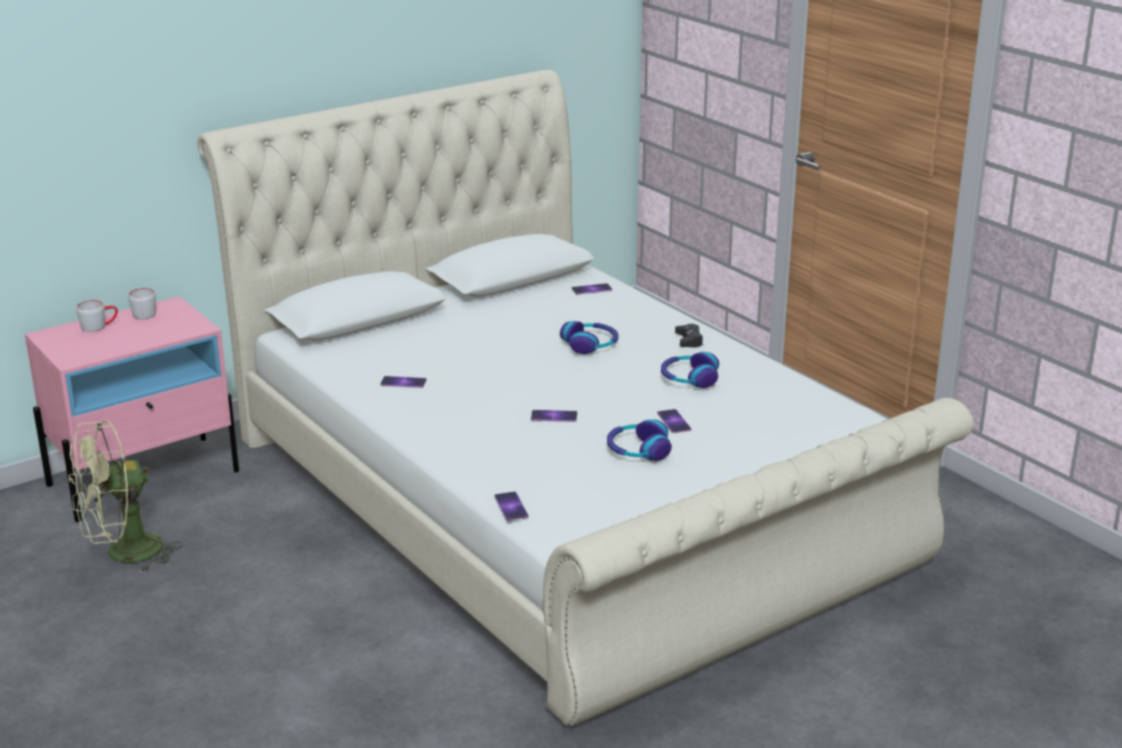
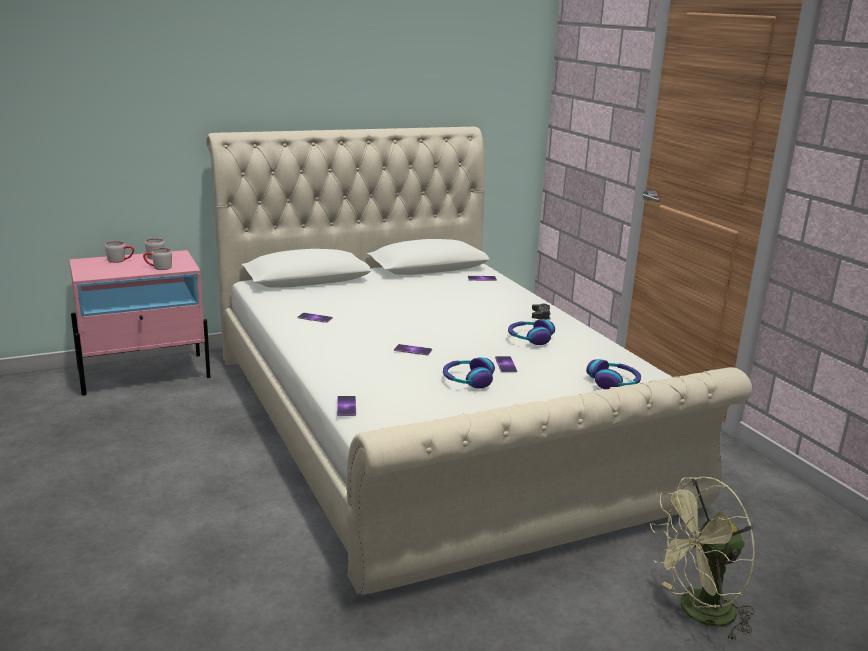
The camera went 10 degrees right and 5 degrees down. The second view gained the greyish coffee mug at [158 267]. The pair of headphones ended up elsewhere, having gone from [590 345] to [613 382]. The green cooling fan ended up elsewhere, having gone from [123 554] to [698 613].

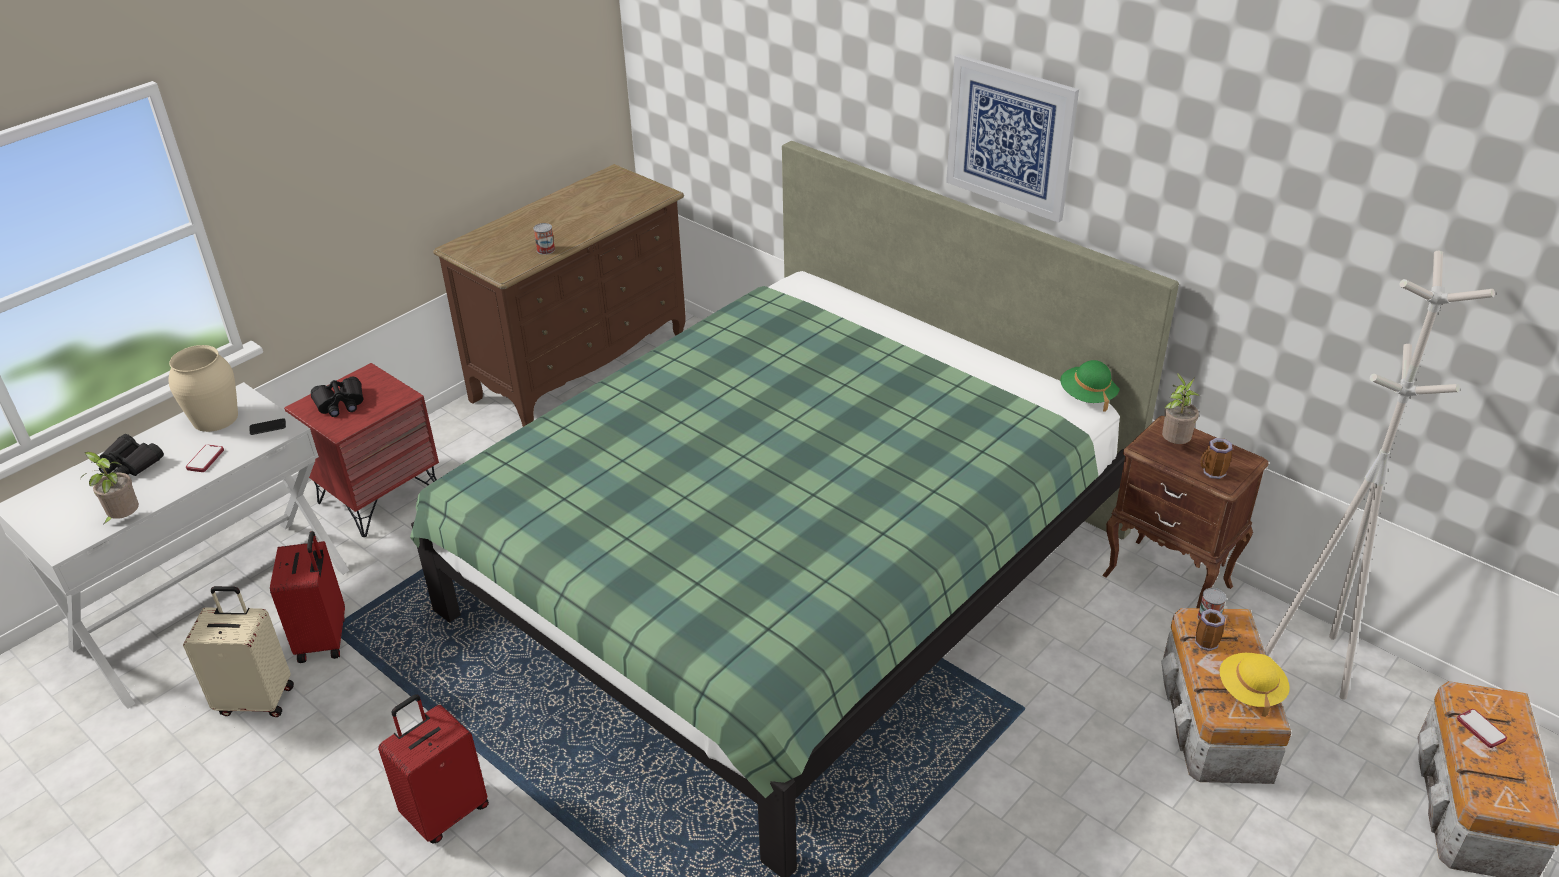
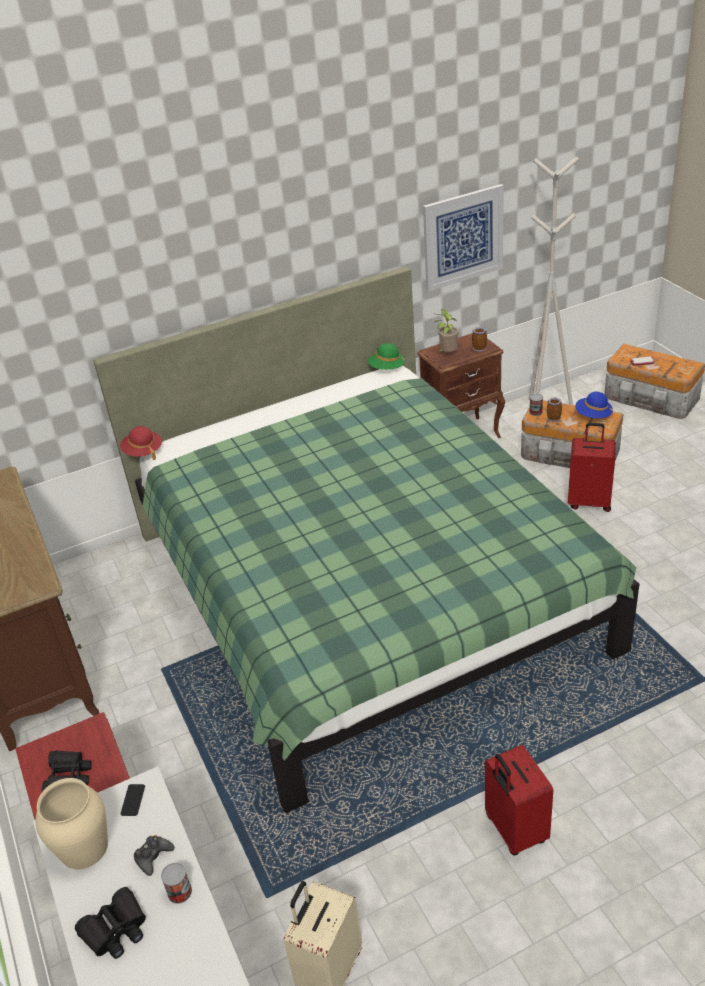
The camera went 65 degrees left and 0 degrees up. The second view gained the red-coloured wearable hat at [143 452]. Where the telephone stood at [205 459], the black joypad came to stand at [153 857]. The metal can ended up elsewhere, having gone from [545 250] to [179 892]. The picture ended up elsewhere, having gone from [1010 137] to [463 237]. The red-coloured travel case ended up elsewhere, having gone from [324 639] to [589 501]. What was the yellowish wearable hat at [1250 690] turned into the bluish wearable hat at [593 415]. The second view lost the plant in a pot at [124 519].

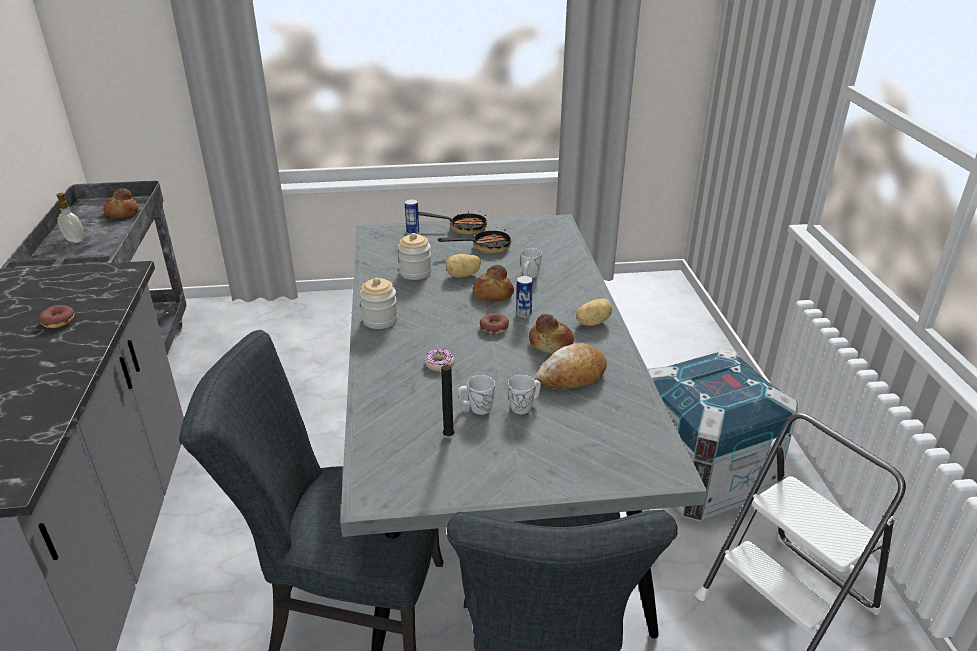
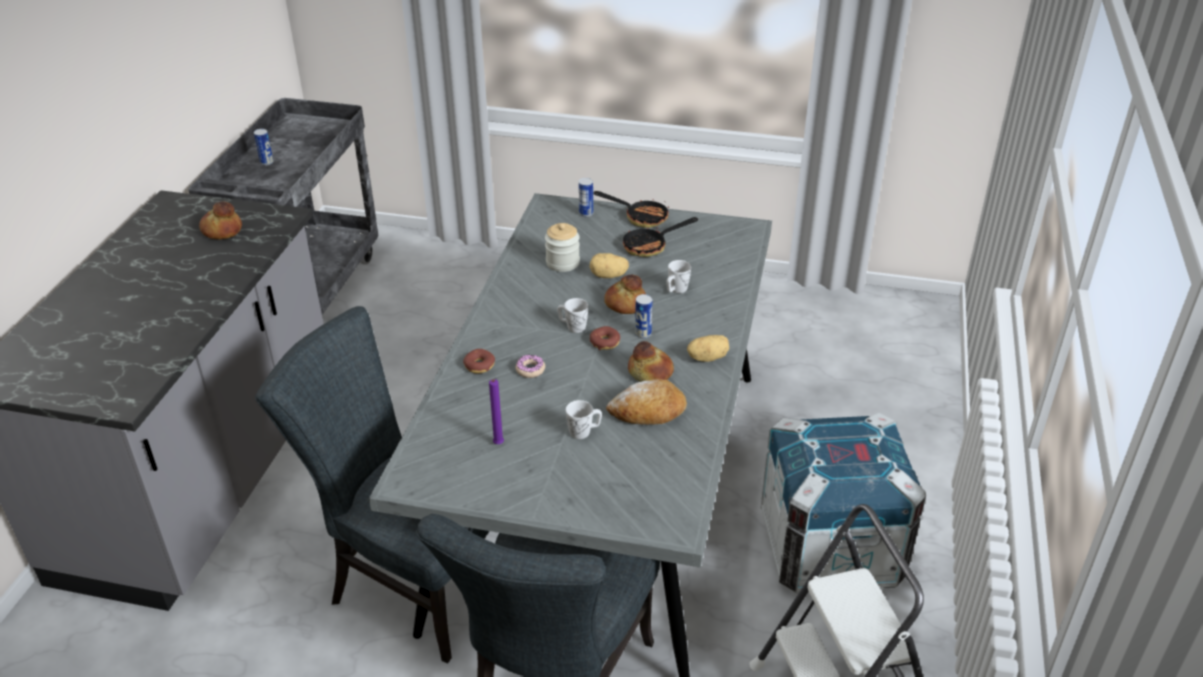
The camera went 20 degrees right and 5 degrees up. The baked bread ended up elsewhere, having gone from [122 213] to [221 230]. Where the liquid soap bottle stood at [75 240], the metal can came to stand at [267 162]. The donut ended up elsewhere, having gone from [58 321] to [479 365]. What was the black candle at [449 437] turned into the purple-coloured candle at [498 445]. The white coffee mug ended up elsewhere, having gone from [476 408] to [572 327]. The pan at [485 247] ended up facing another way, 150 degrees clockwise from before. The second view lost the preserve jar at [380 320].

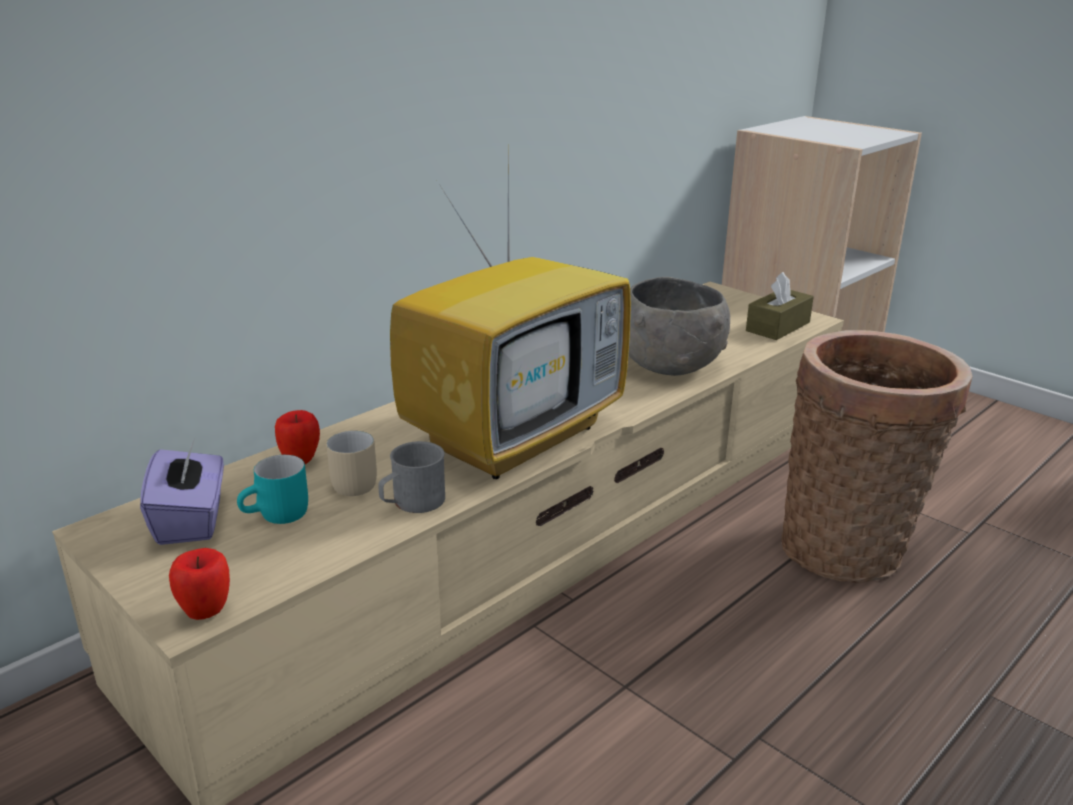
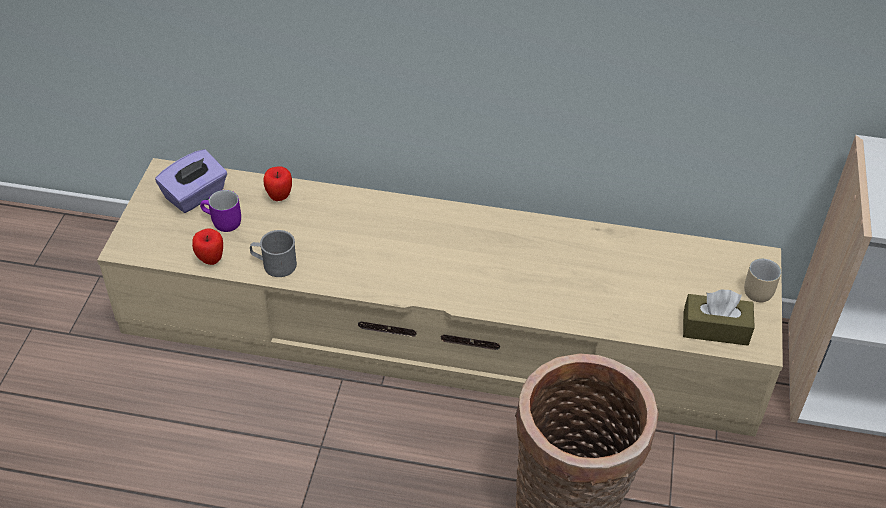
The camera went 55 degrees right and 20 degrees up. The whole apple ended up elsewhere, having gone from [206 613] to [211 260]. What was the blue-green coffee mug at [278 517] turned into the purple-coloured coffee mug at [222 223]. The beige coffee mug ended up elsewhere, having gone from [348 483] to [757 288]. The second view lost the TV set at [515 435]. The second view lost the greyish bowl at [671 366].

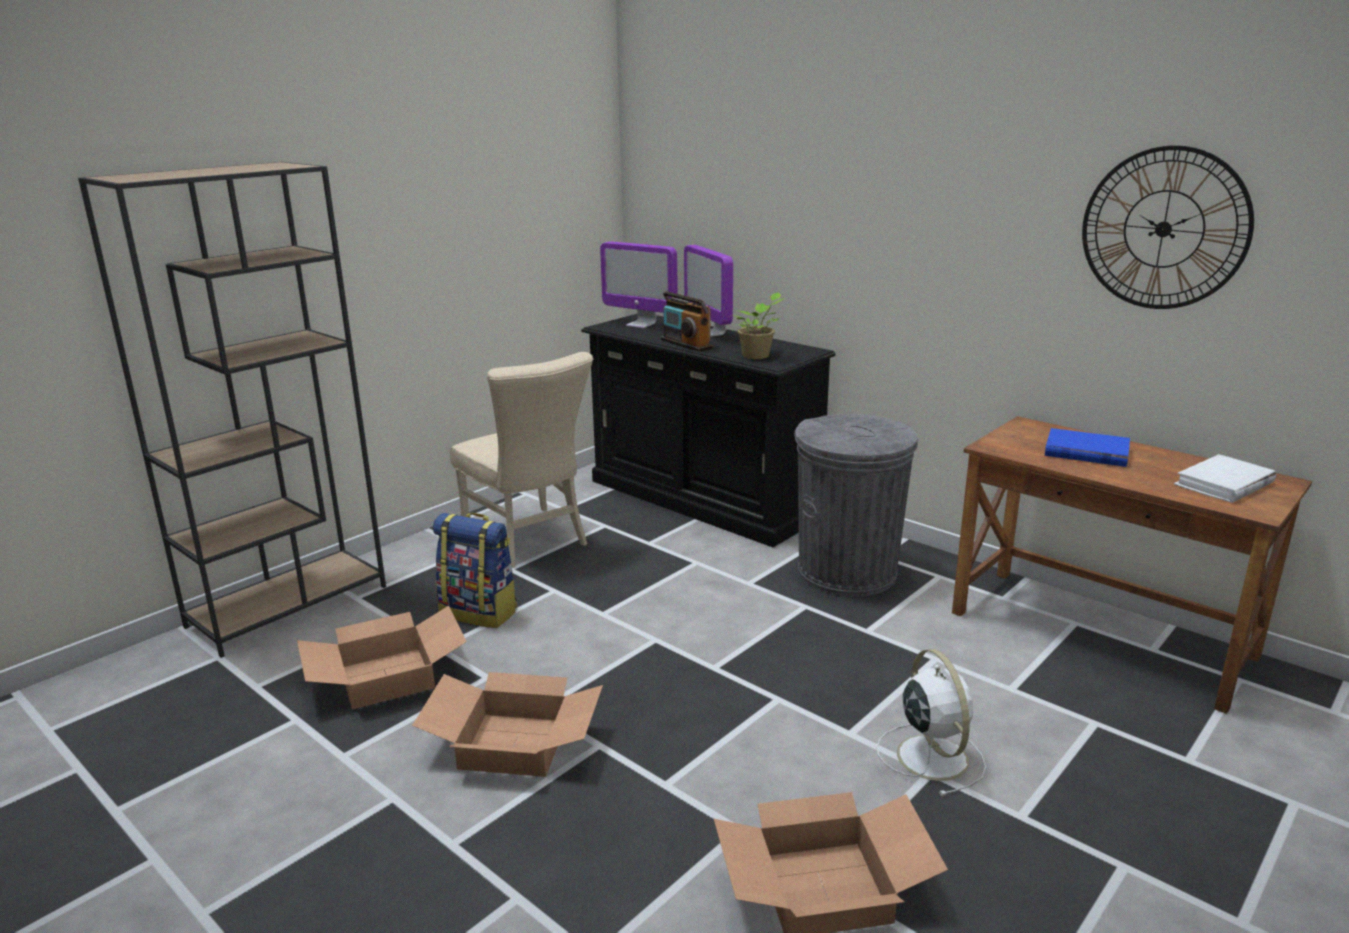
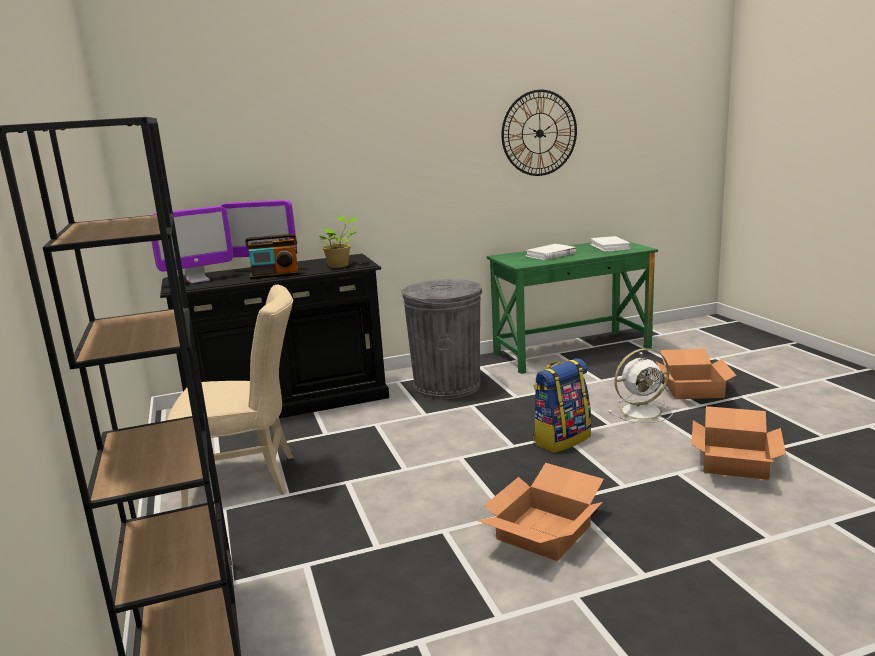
The camera went 60 degrees left and 5 degrees down. What was the brownish desk table at [1100 634] turned into the green desk table at [571 351]. What was the bluish book at [1085 452] turned into the white book at [550 255]. The rucksack ended up elsewhere, having gone from [480 612] to [561 439]. The white cooling fan at [930 755] ended up facing another way, 150 degrees clockwise from before. The packing box ended up elsewhere, having gone from [388 677] to [692 388].

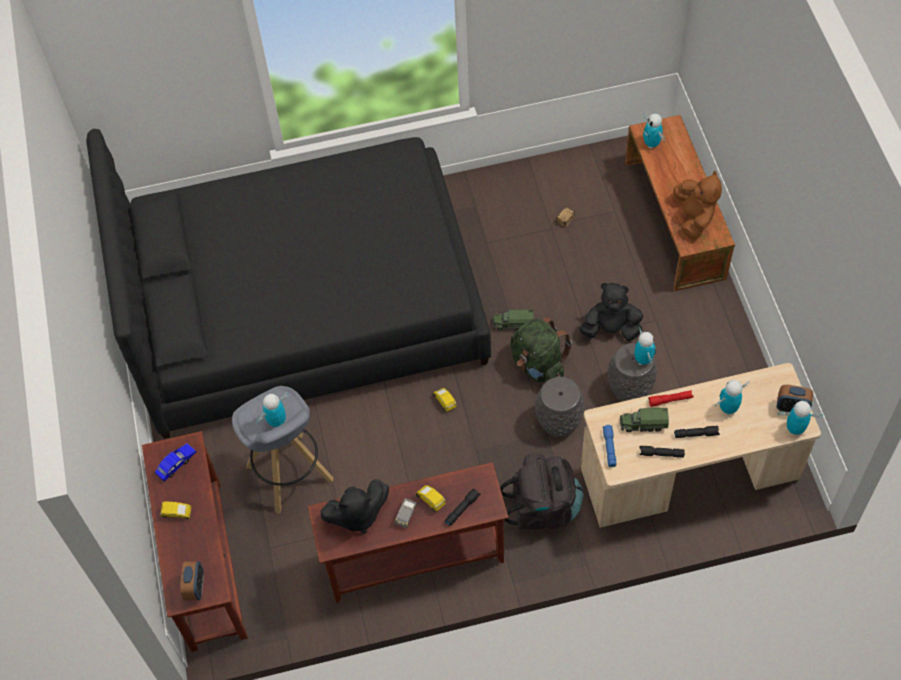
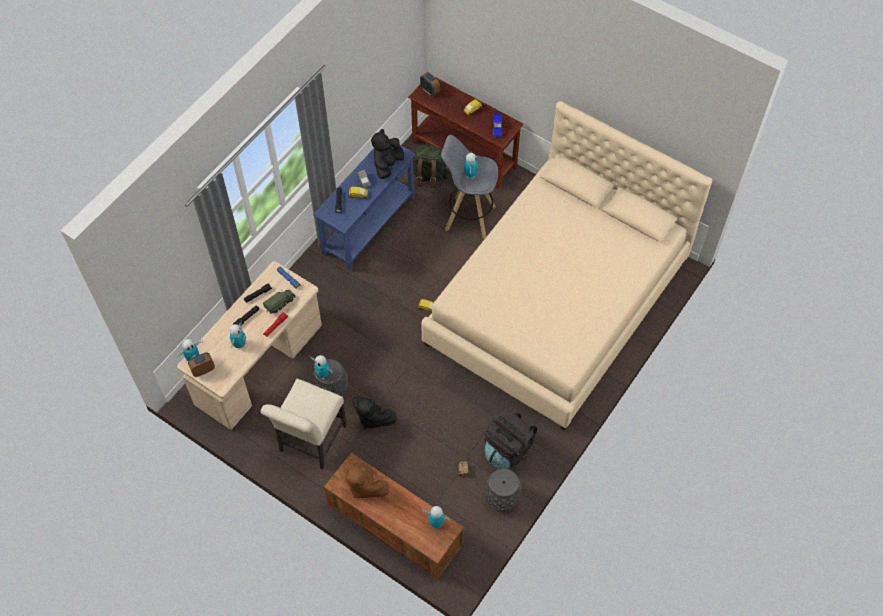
The camera went 135 degrees right and 0 degrees up. The second view gained the beige chair at [310 442]. What was the brownish narrow table at [413 558] turned into the bluish narrow table at [369 225]. The black soft toy at [611 329] ended up facing another way, 75 degrees clockwise from before. The green rucksack ended up elsewhere, having gone from [538 365] to [429 176]. What was the black bed at [304 306] turned into the beige bed at [557 302]. The black rucksack ended up elsewhere, having gone from [543 508] to [507 449]. The greyish stool seat ended up elsewhere, having gone from [559 421] to [501 499]. The second view lost the model truck at [513 324].

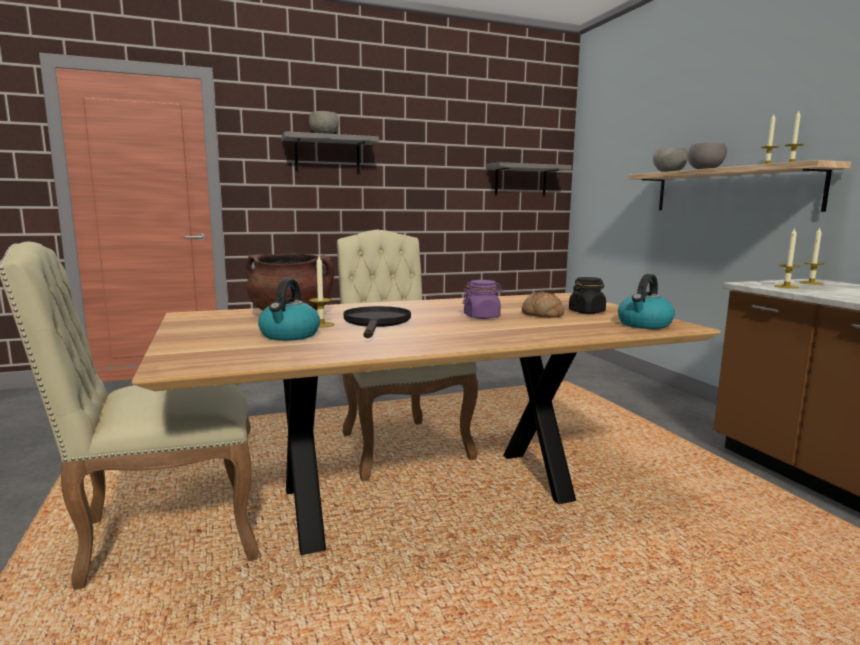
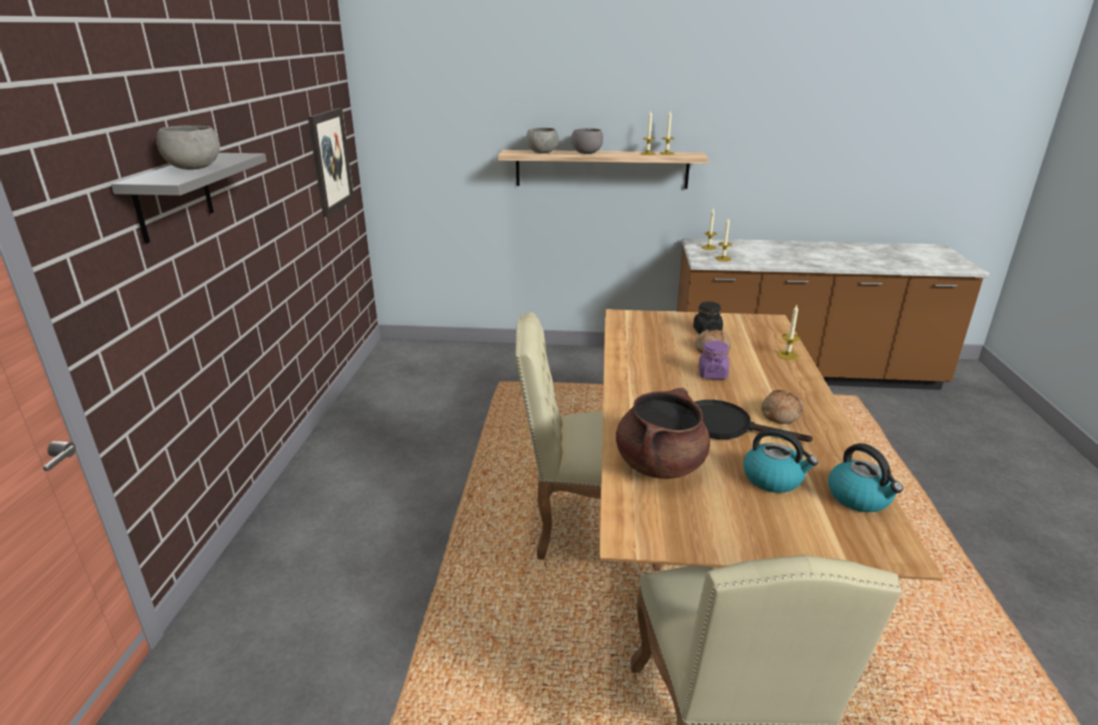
The camera went 65 degrees left and 15 degrees up. Where the greyish shelf hung at [520 180], the picture came to hang at [330 161]. The second view gained the baked bread at [780 414]. The candle ended up elsewhere, having gone from [321 325] to [787 355]. The water kettle ended up elsewhere, having gone from [644 325] to [860 497].

